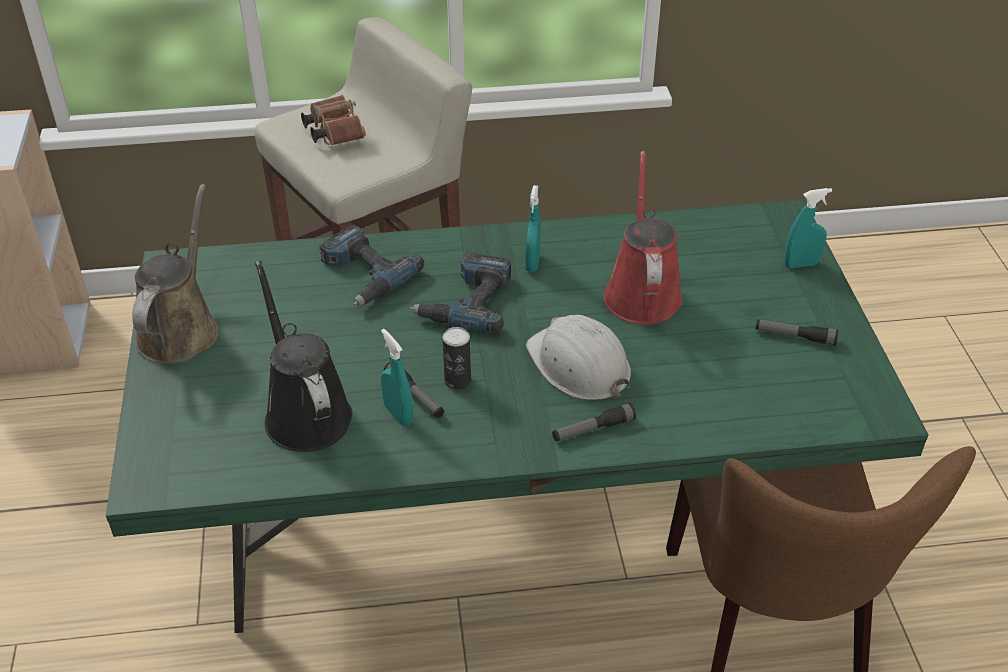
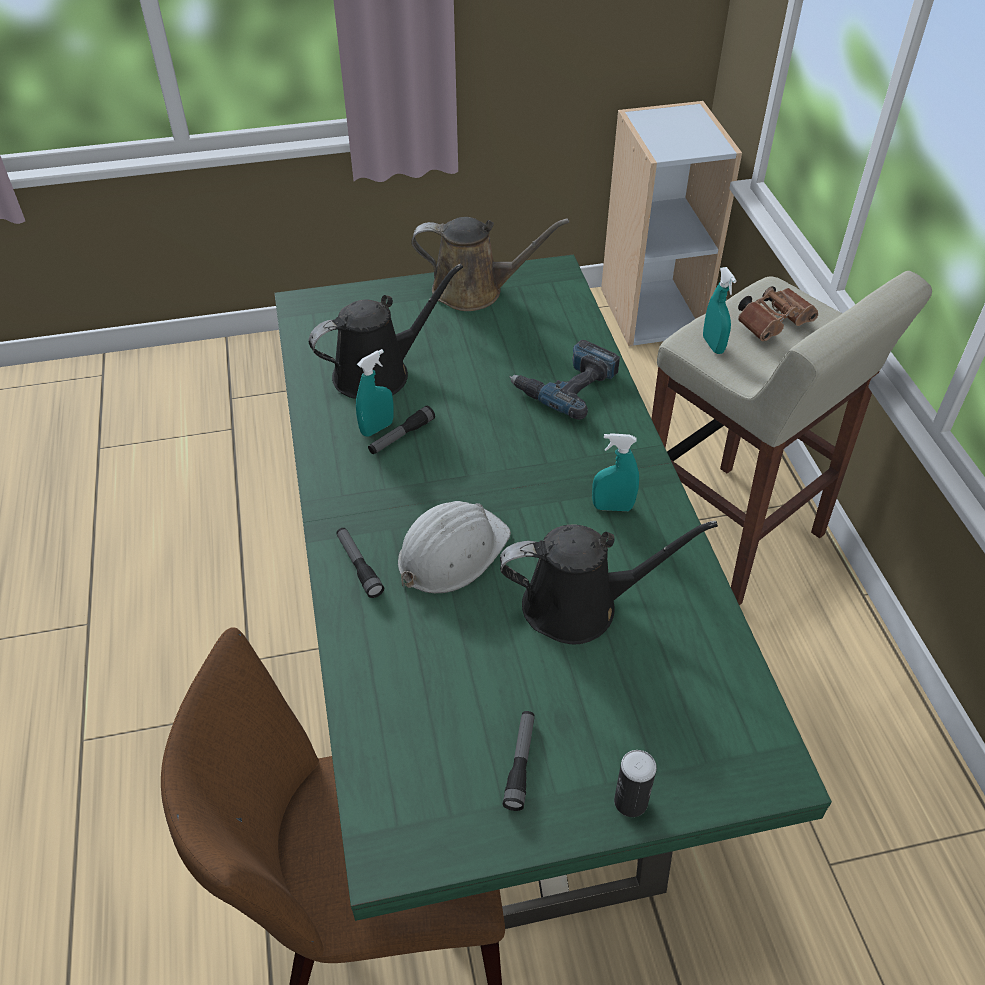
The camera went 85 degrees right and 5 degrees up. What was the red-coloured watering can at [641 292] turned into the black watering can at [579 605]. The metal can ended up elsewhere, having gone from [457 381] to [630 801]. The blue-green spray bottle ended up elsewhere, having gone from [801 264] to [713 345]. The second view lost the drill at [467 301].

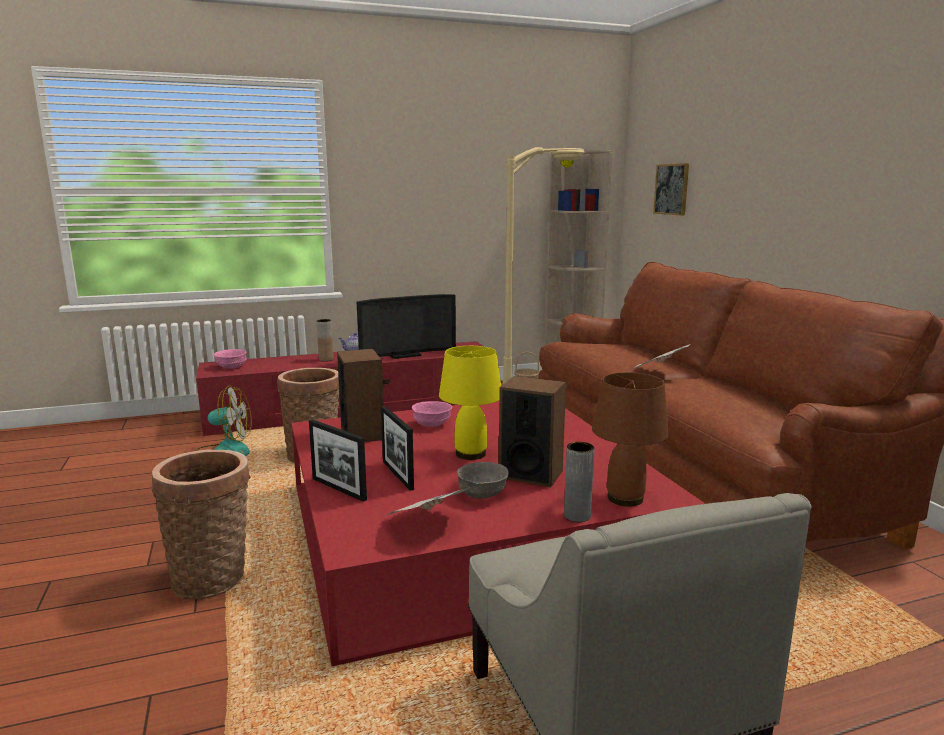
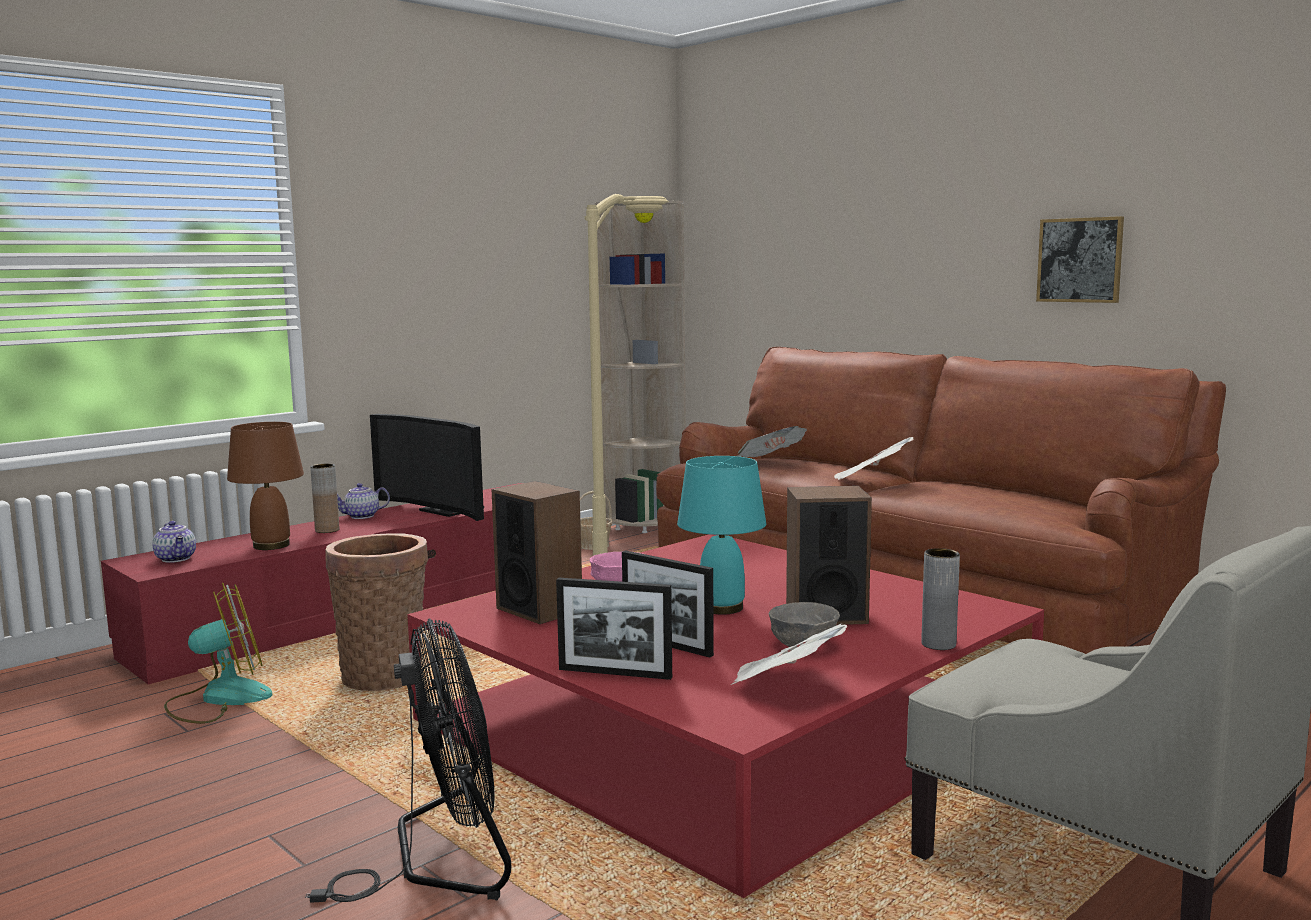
The camera went 25 degrees left and 5 degrees down. Where the pink bowl stood at [232 367], the teapot came to stand at [177 559]. The brownish table lamp ended up elsewhere, having gone from [625 499] to [271 546]. Where the storage basket stood at [213 577], the black cooling fan came to stand at [436 852]. The TV set at [404 355] ended up facing another way, 90 degrees clockwise from before. What was the yellowish table lamp at [470 454] turned into the blue-green table lamp at [720 608]. The second view gained the daily paper at [770 462]. The picture ended up elsewhere, having gone from [672 189] to [1080 260].

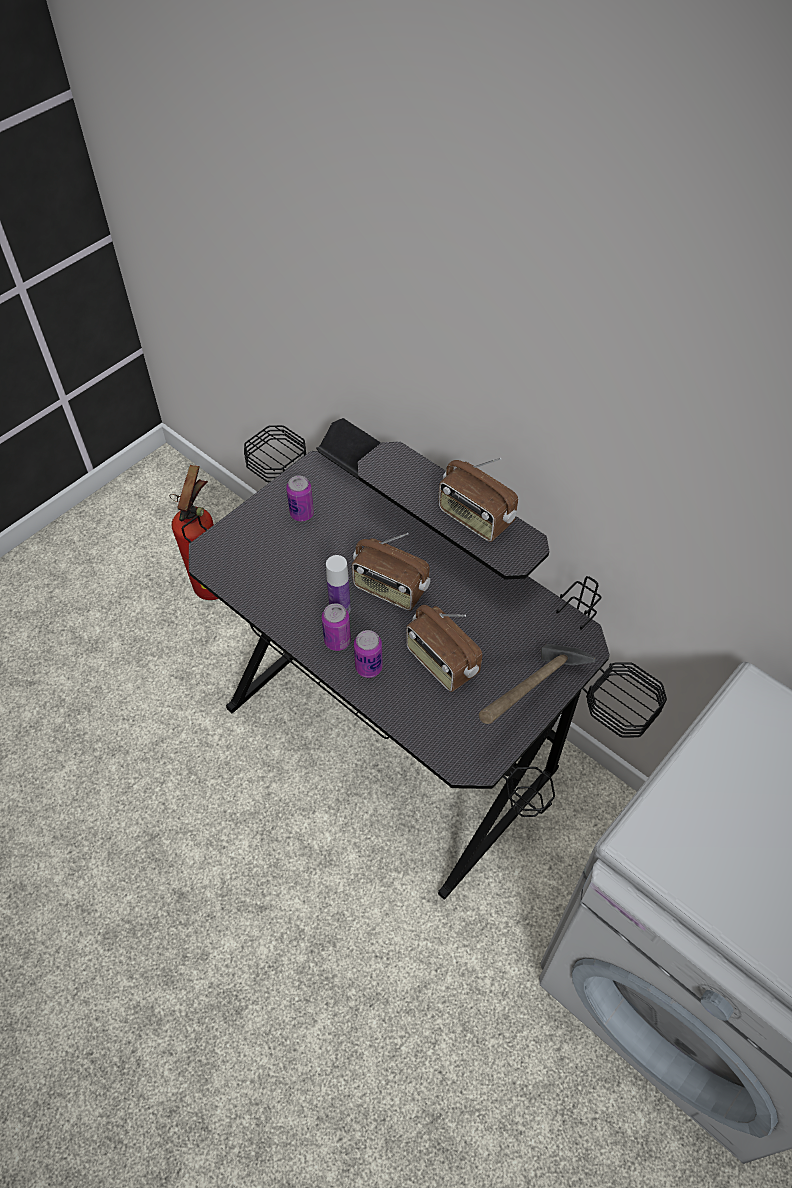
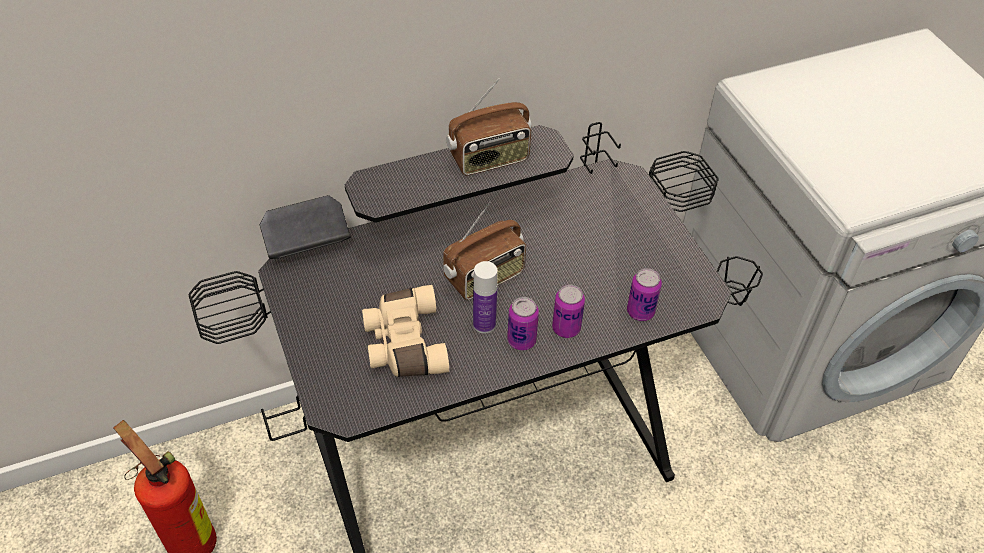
The camera went 65 degrees left and 5 degrees down. The second view gained the beige field glasses at [403 343]. The metal can ended up elsewhere, having gone from [302 514] to [640 312]. The second view lost the radio set at [441 662]. The second view lost the hammer at [530 706].

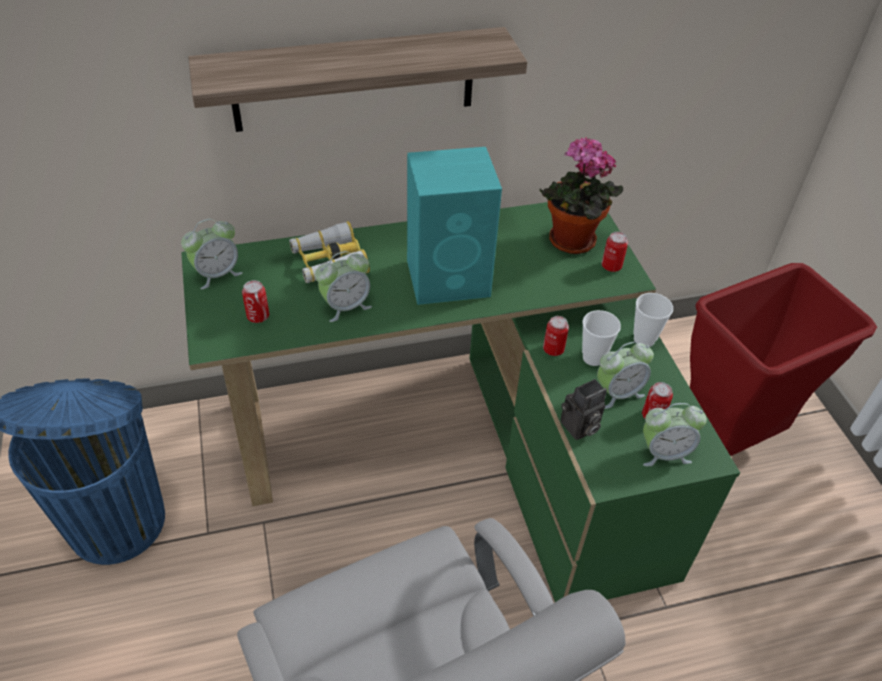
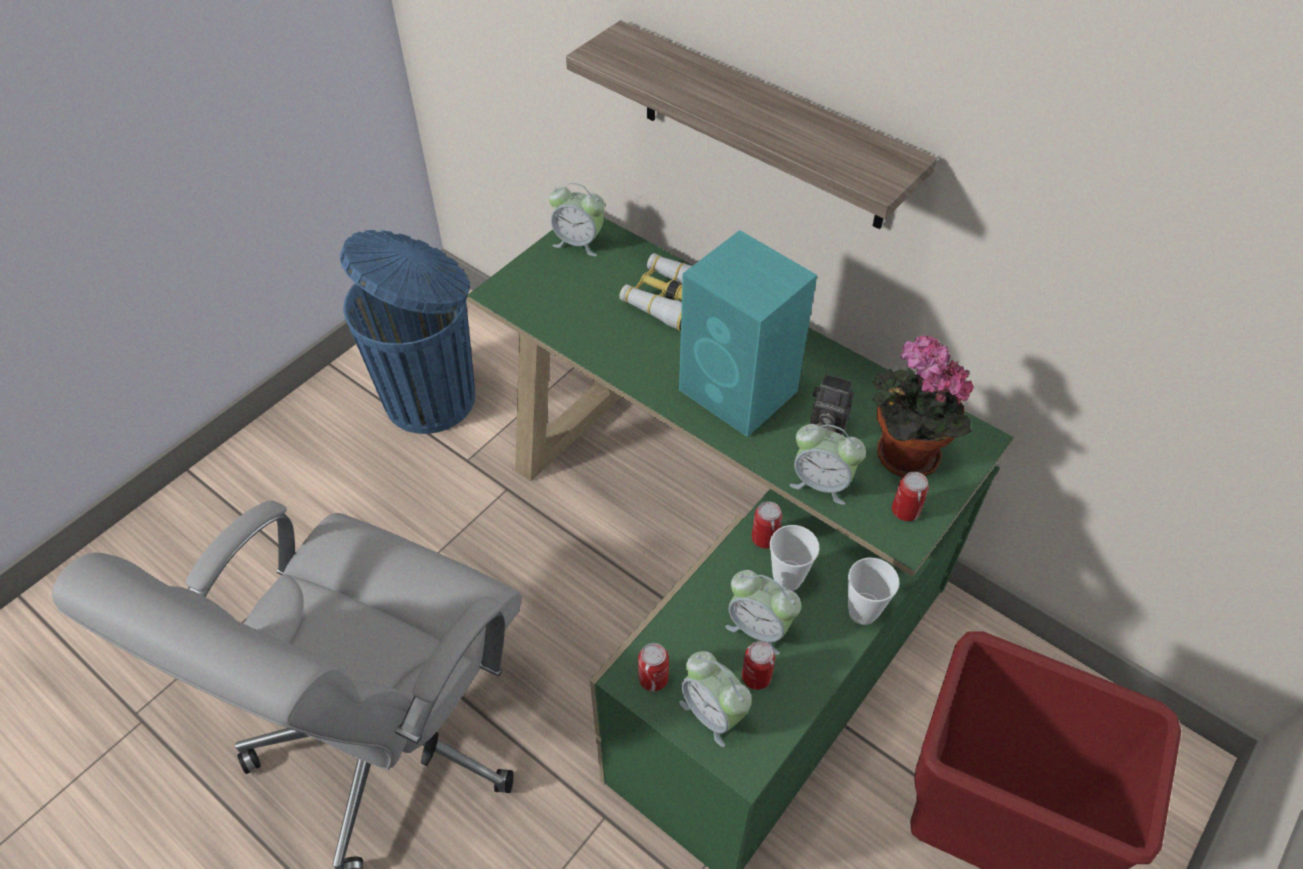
The camera went 55 degrees right and 5 degrees up. The metal can ended up elsewhere, having gone from [258 316] to [653 678]. The alarm clock ended up elsewhere, having gone from [345 306] to [821 483]. The still camera ended up elsewhere, having gone from [579 428] to [825 428].

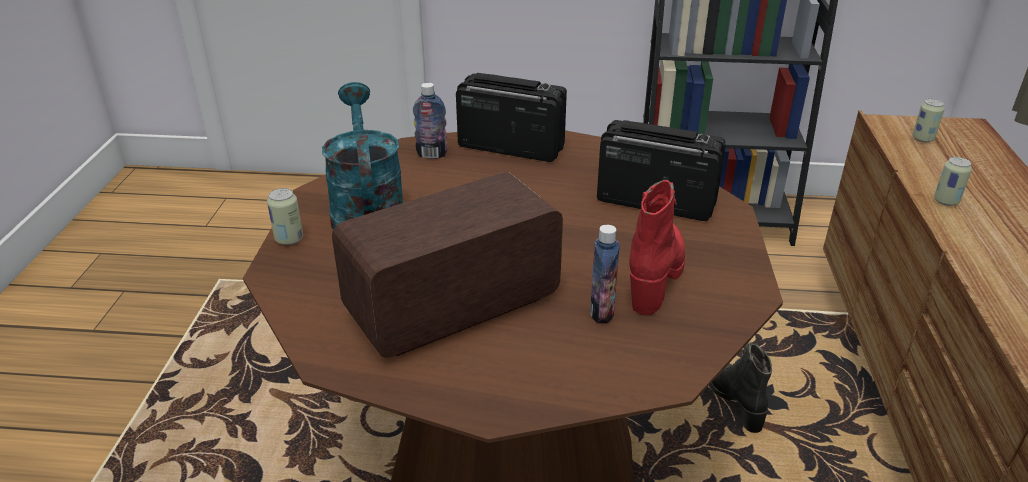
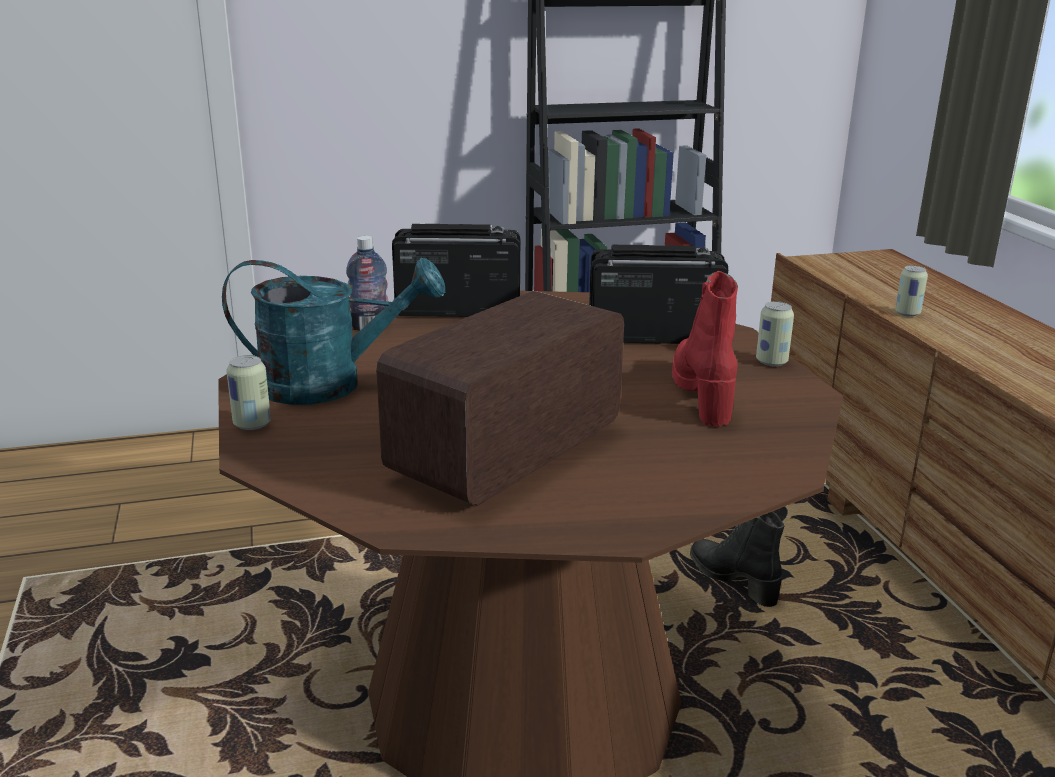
The camera went 20 degrees left and 10 degrees down. The blue-green watering can at [366 210] ended up facing another way, 120 degrees clockwise from before. The metal can ended up elsewhere, having gone from [922 138] to [771 361]. The second view lost the drink bottle at [601 312].

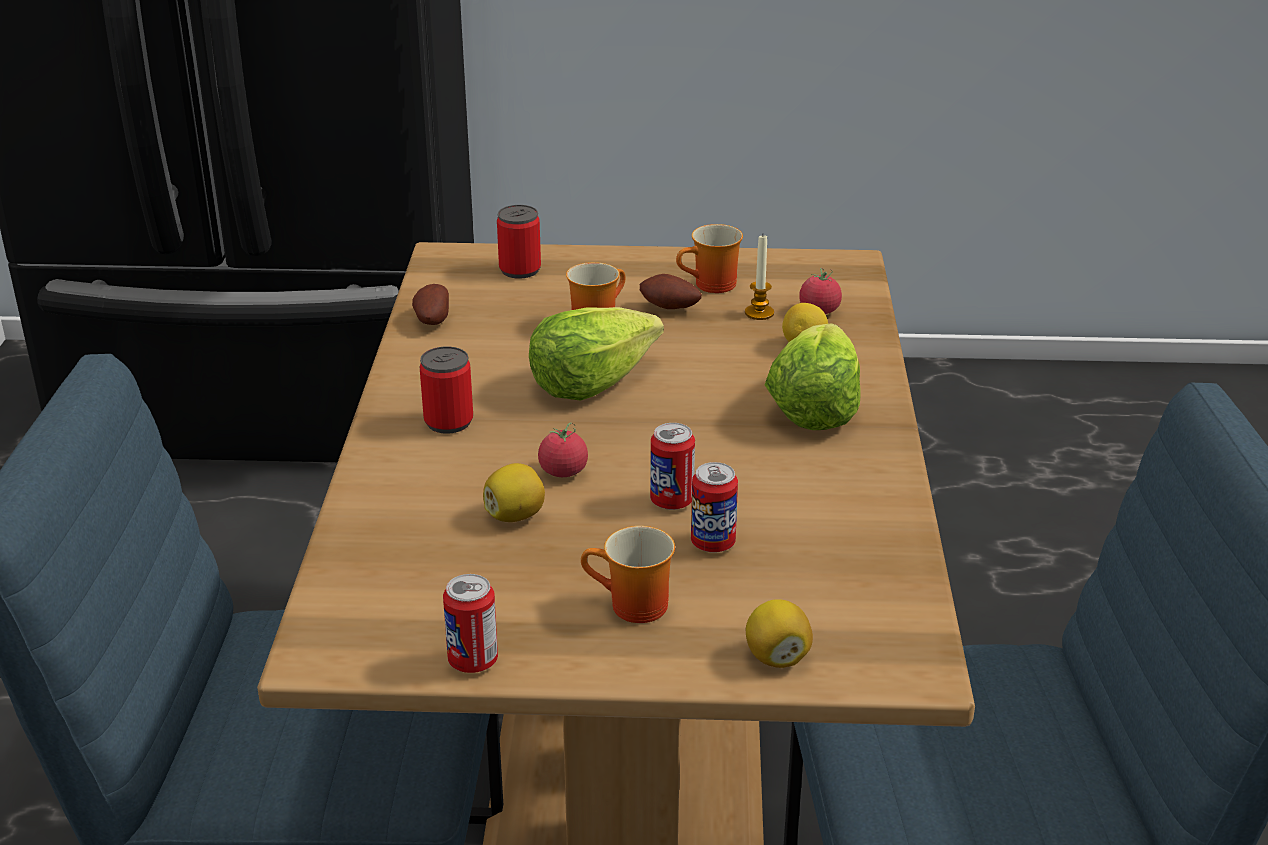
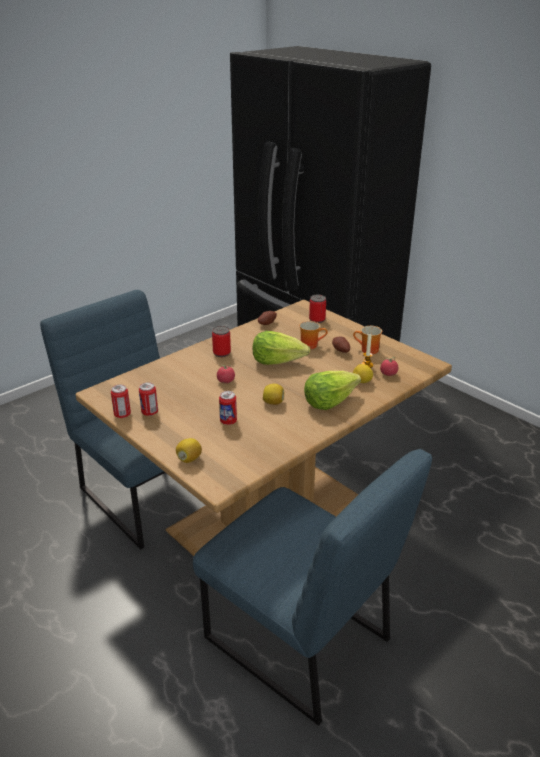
The camera went 45 degrees right and 0 degrees up. The metal can ended up elsewhere, having gone from [671 501] to [149 412]. The lemon ended up elsewhere, having gone from [515 515] to [273 402]. The second view lost the coffee mug at [631 608].

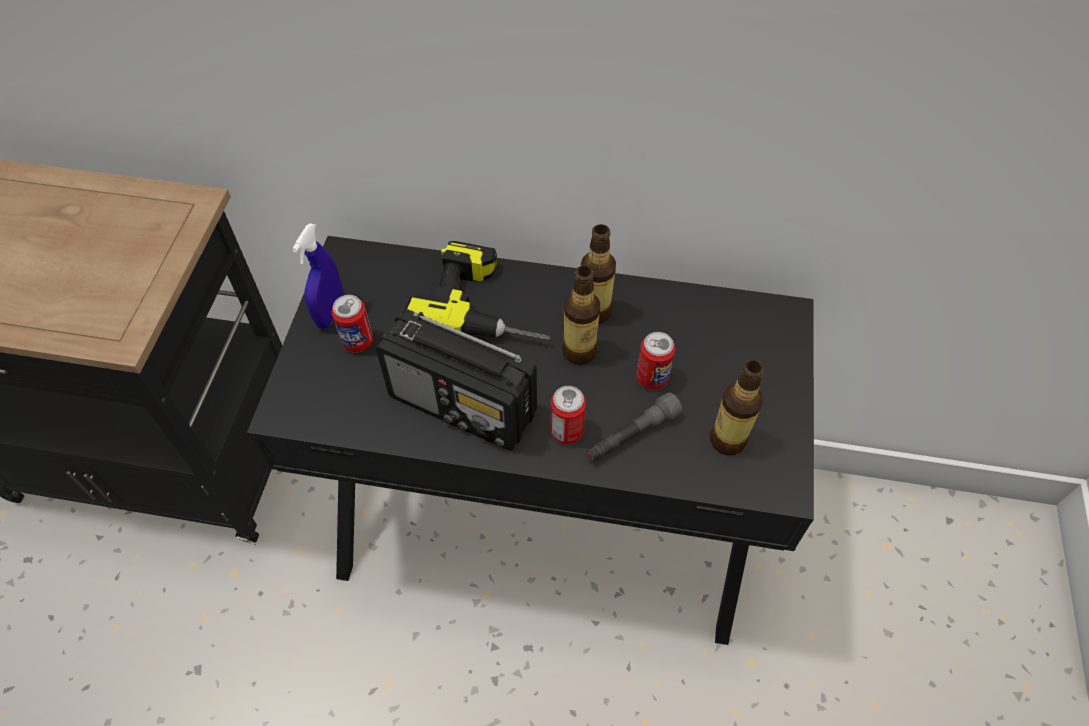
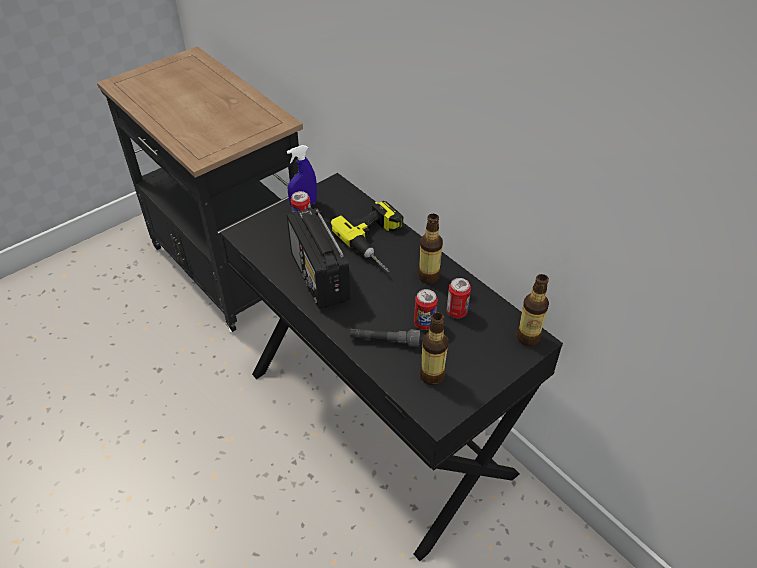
The camera went 40 degrees right and 10 degrees down. The metal can ended up elsewhere, having gone from [567 431] to [456 312]. The drink bottle ended up elsewhere, having gone from [579 351] to [528 337].

